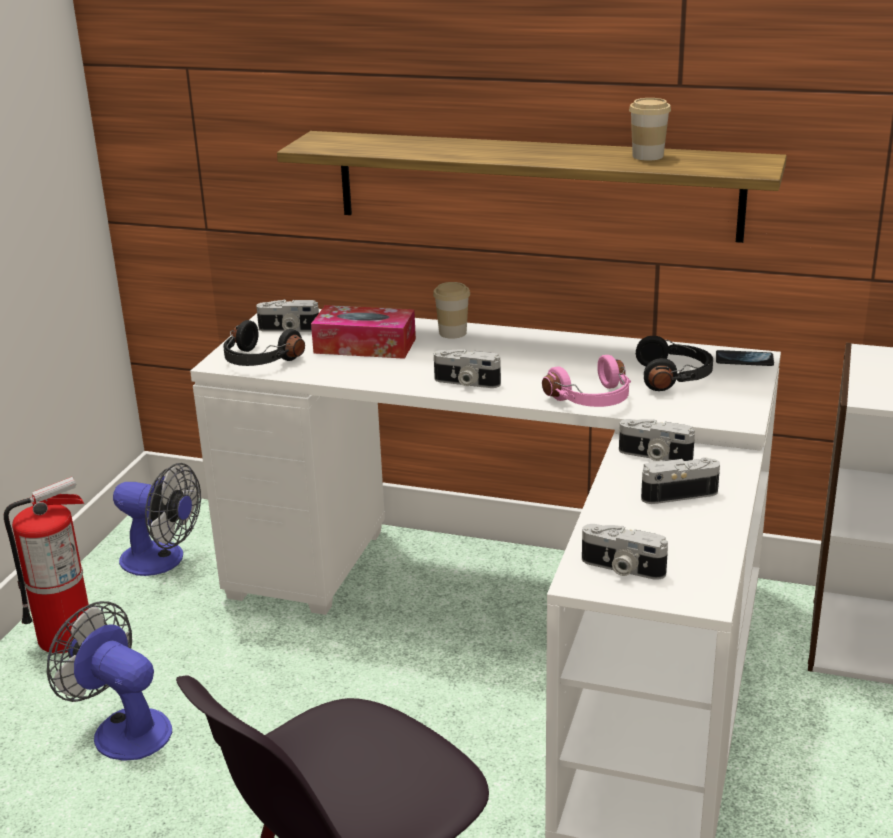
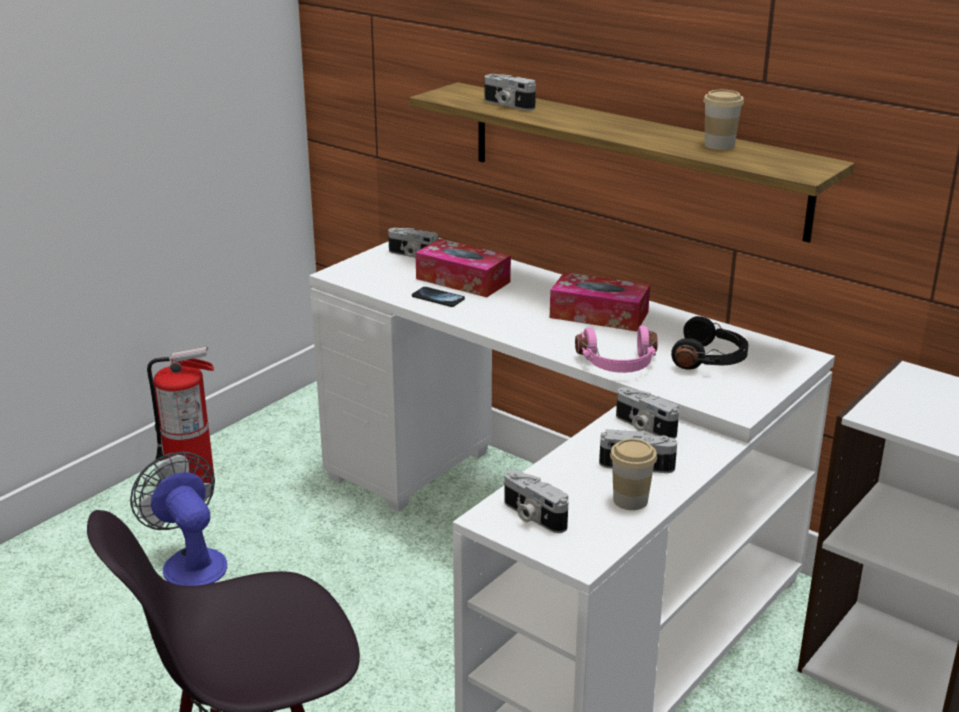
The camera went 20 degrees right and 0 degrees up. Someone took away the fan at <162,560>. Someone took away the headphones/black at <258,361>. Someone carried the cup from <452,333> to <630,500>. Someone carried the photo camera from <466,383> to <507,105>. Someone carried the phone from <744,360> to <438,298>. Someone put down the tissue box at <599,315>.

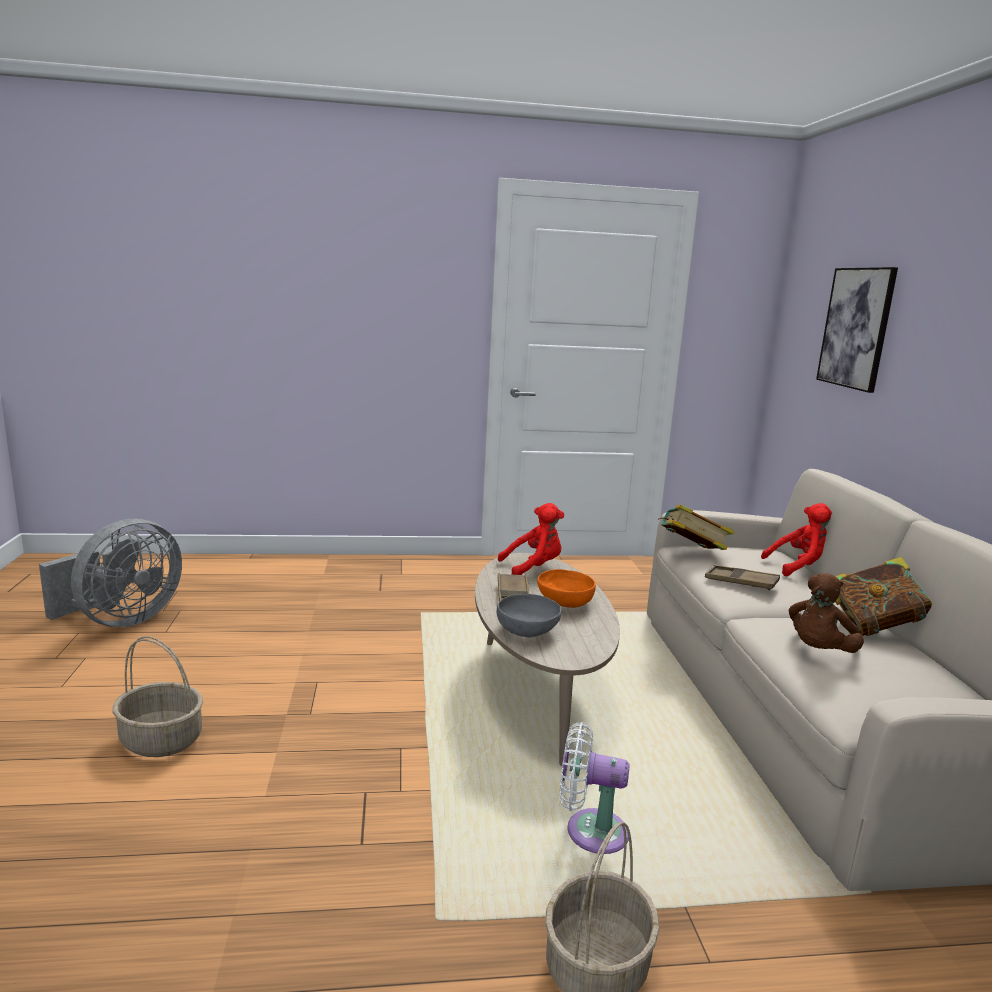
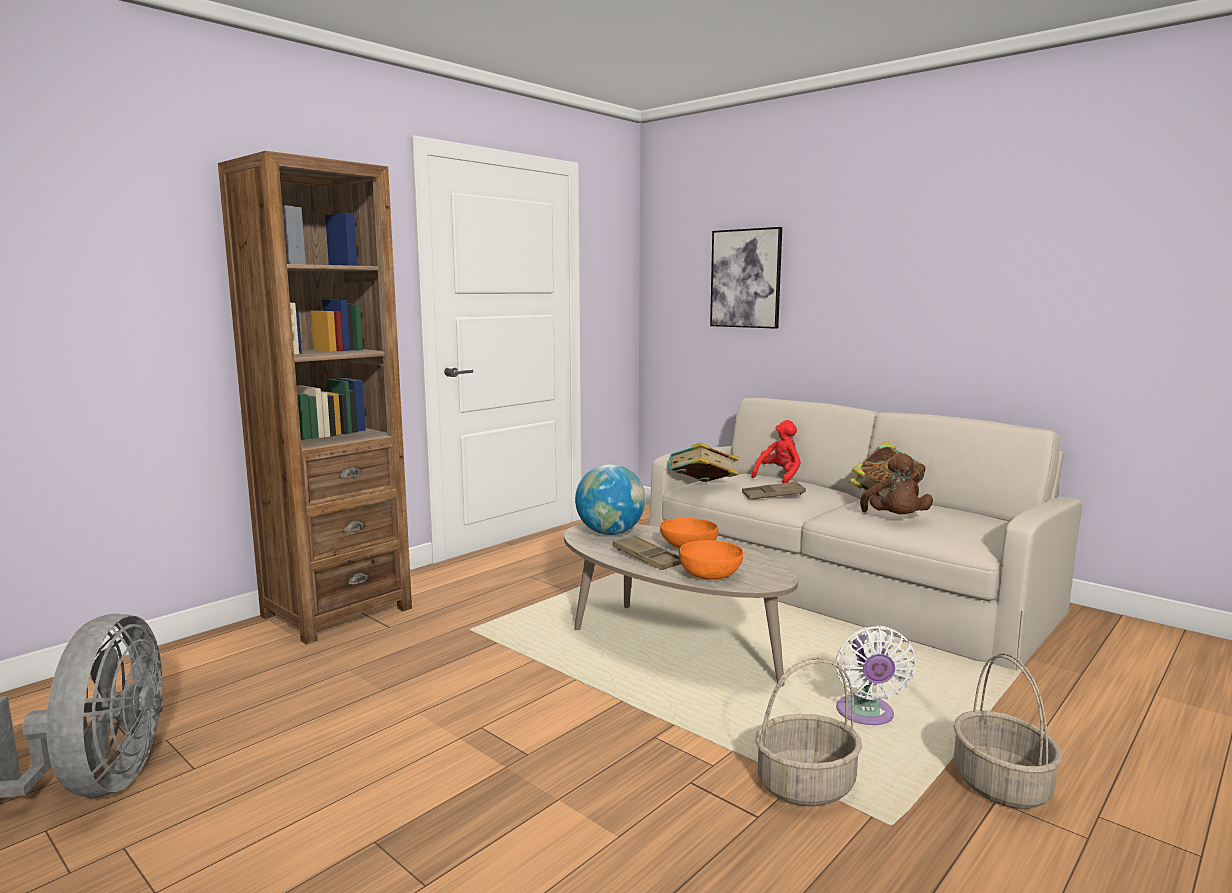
The camera went 40 degrees left and 5 degrees down. Someone carried the basket from <162,740> to <806,785>. Someone repainted the bowl/grey at <528,631>, which became the bowl/orange at <710,575>. Someone swapped the plush toy/red at <534,568> for the globe at <610,533>. Someone rotated the fan/white at <590,831> by 60 degrees counterclockwise. Someone put down the bookcase/brown at <336,612>.

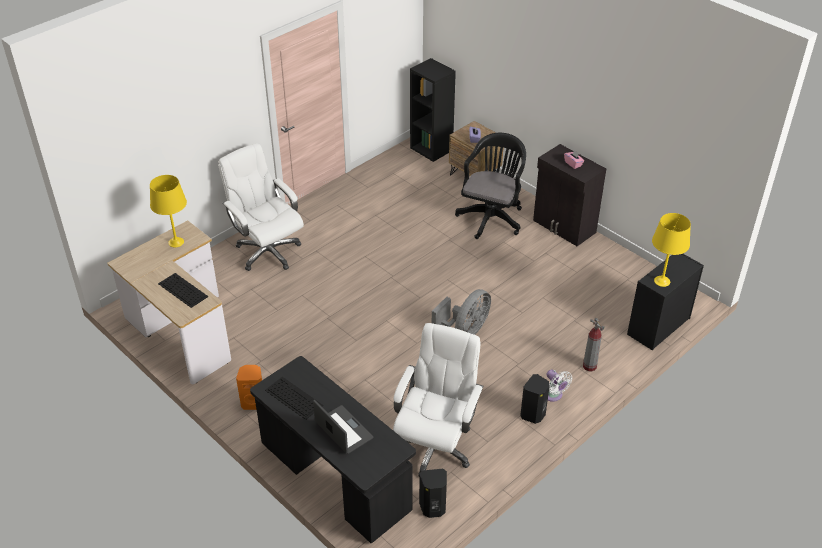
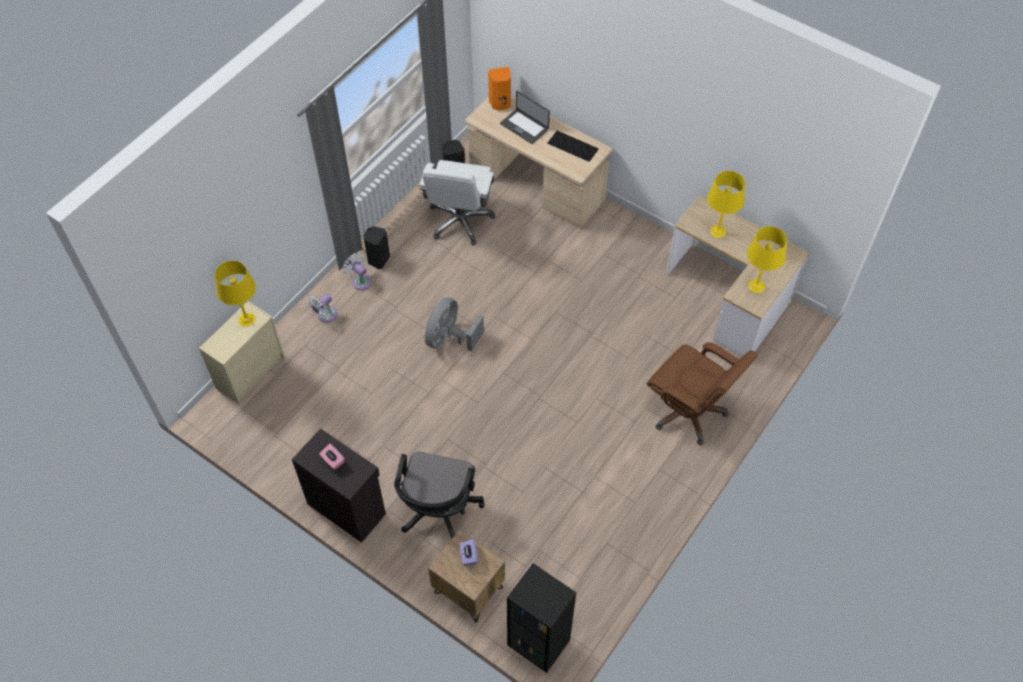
The camera went 170 degrees right and 15 degrees up. Someone swapped the keyboard at <182,290> for the table lamp/yellow at <718,231>. Someone repainted the office chair/white at <267,251>, which became the office chair/brown at <689,412>. Someone carried the speaker/orange from <254,402> to <500,104>. Someone repainted the desk/black at <334,477>, which became the desk/beige at <536,184>. Someone swapped the fire extinguisher at <589,366> for the fan/white at <325,316>. Someone repainted the dresser/black at <658,327>, which became the dresser/beige at <251,372>.

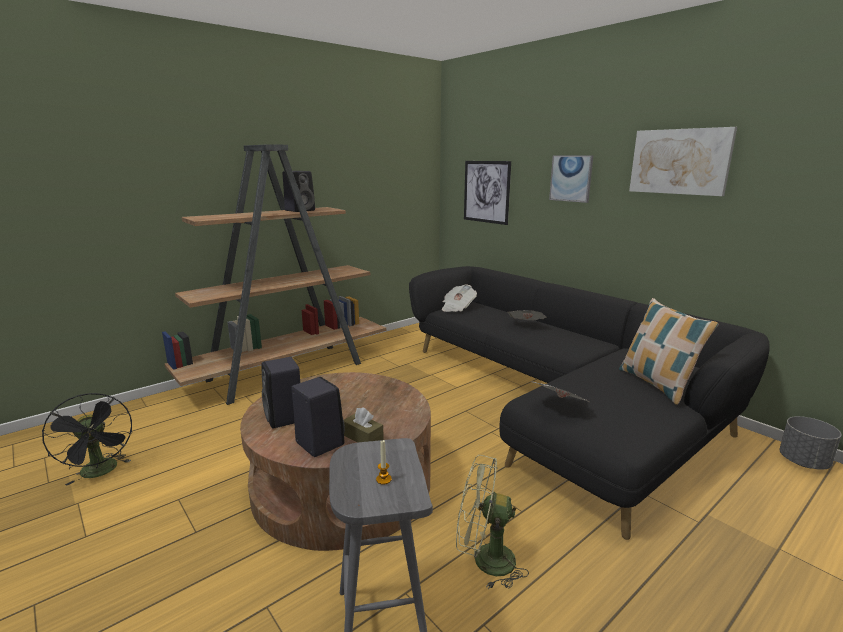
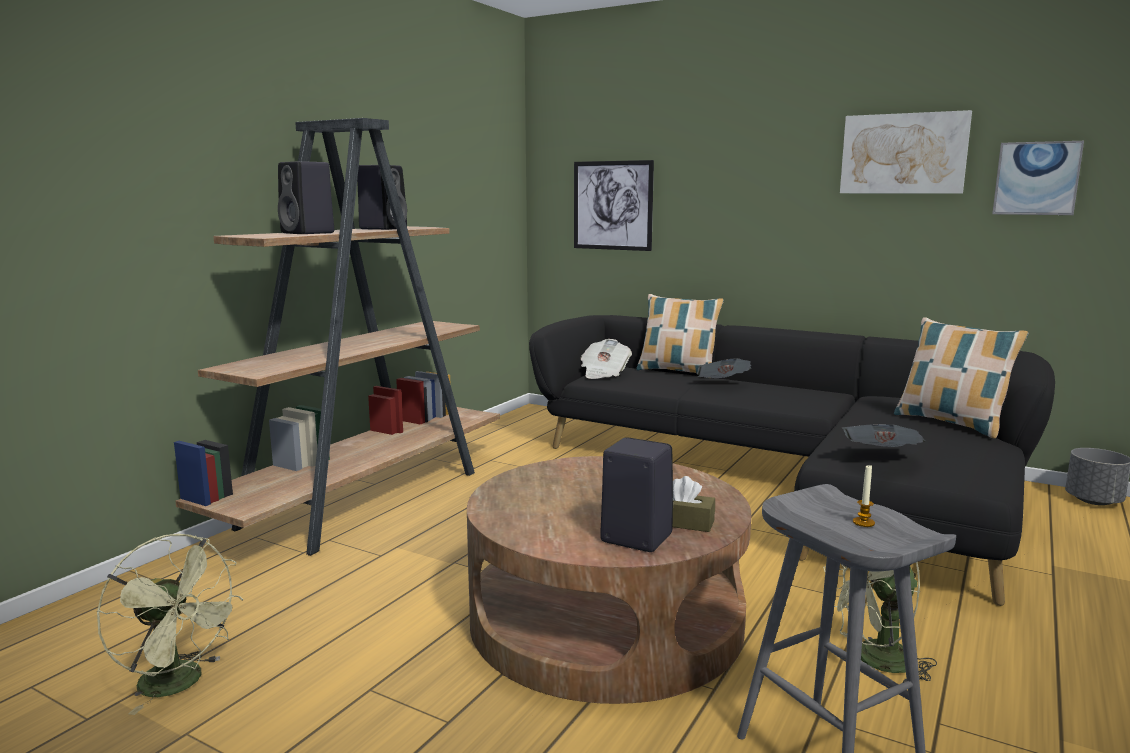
The camera went 20 degrees left and 5 degrees down. Someone repainted the fan/black at <101,472>, which became the fan/green at <181,684>. Someone carried the speaker/black from <285,418> to <309,233>. Someone carried the picture from <571,178> to <1036,178>. Someone put down the pillow at <677,372>.

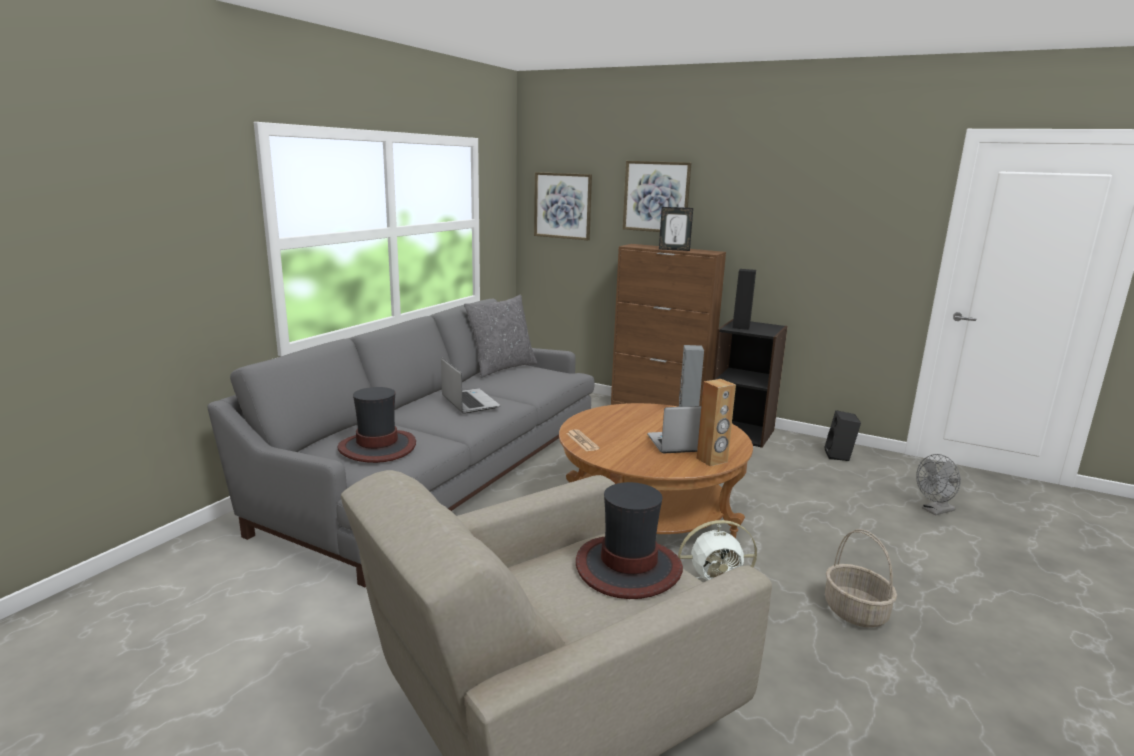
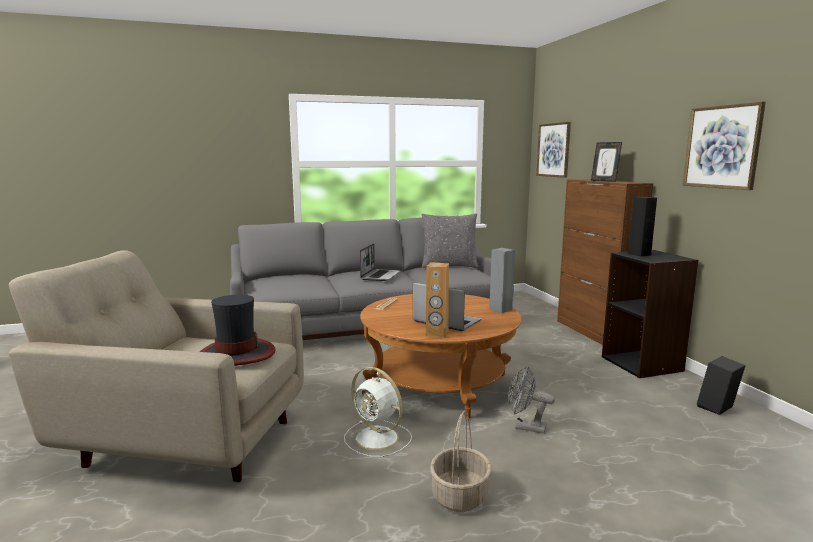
The camera went 45 degrees right and 5 degrees down. Someone took away the hat at <377,447>. Someone carried the picture from <656,197> to <722,147>. Someone carried the fan/grey from <935,511> to <525,427>.

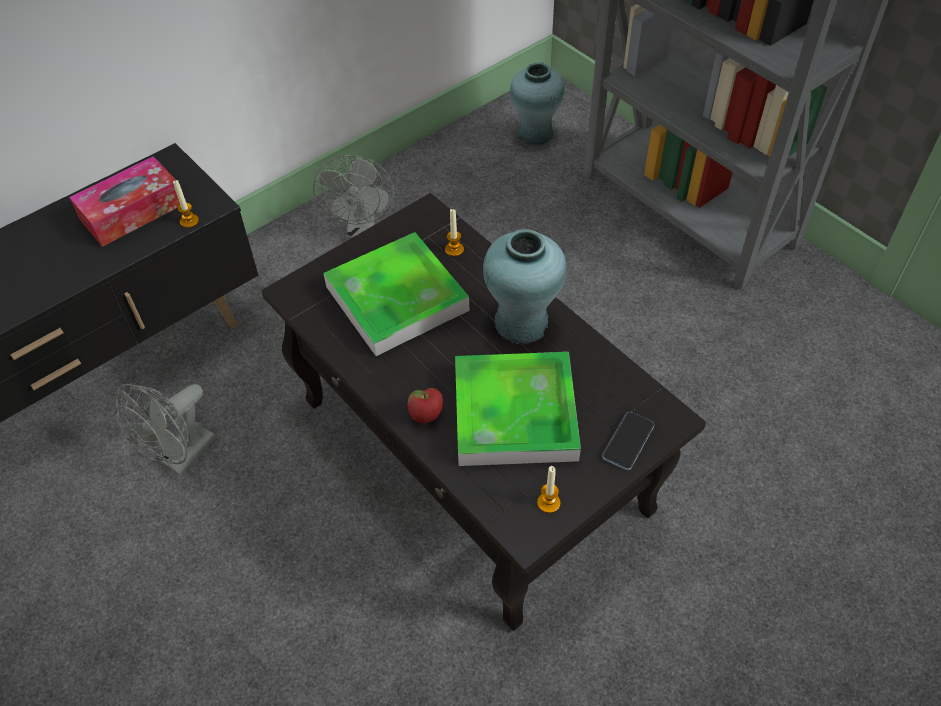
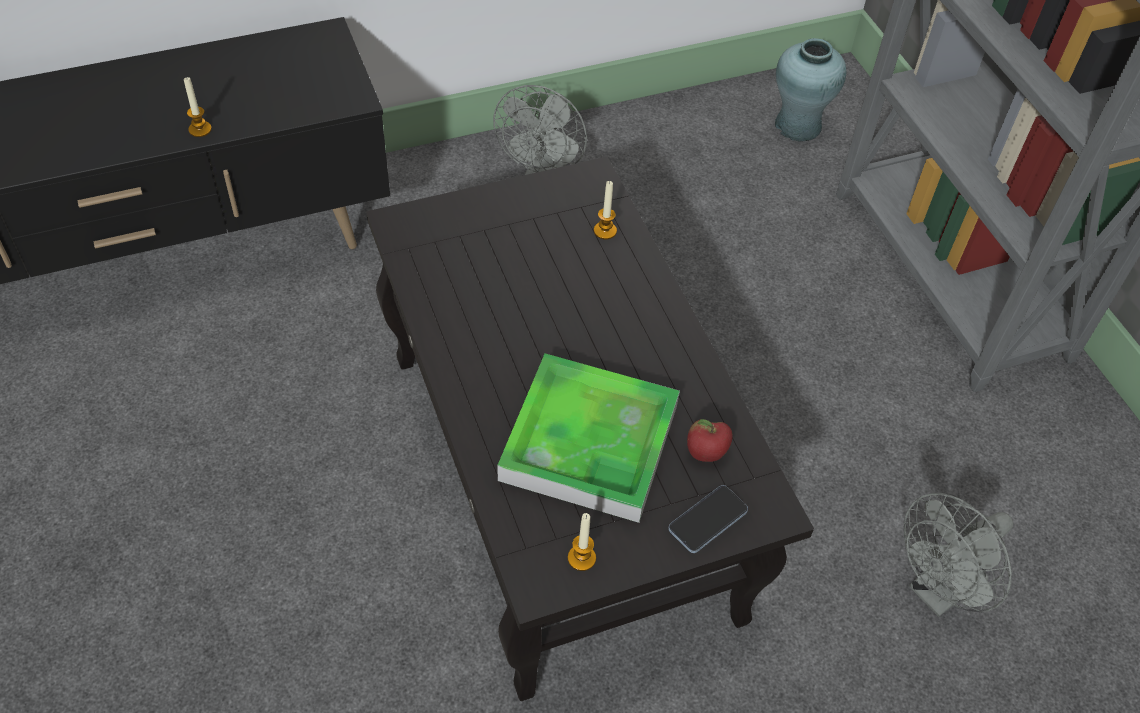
The camera went 15 degrees right and 0 degrees up. Someone took away the tissue box at <132,212>. Someone carried the fan/grey from <181,457> to <939,592>. Someone carried the candle from <189,221> to <200,129>. Someone took away the tray at <397,298>. Someone carried the apple from <426,416> to <705,454>. Someone took away the vase/turquoise at <521,322>.

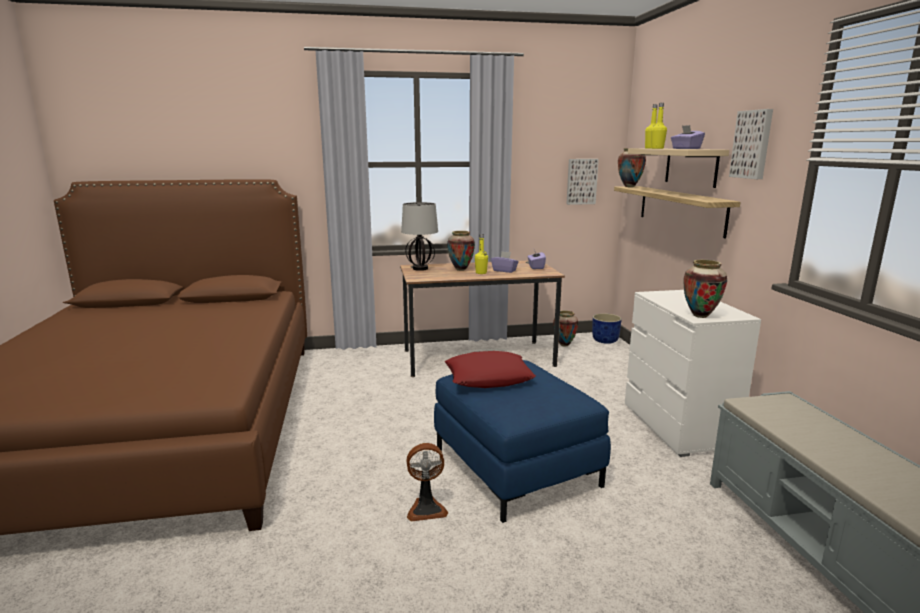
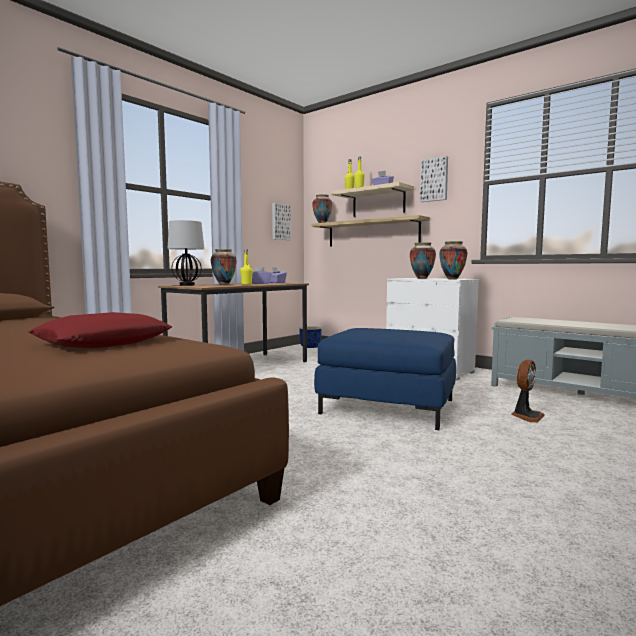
The camera went 40 degrees left and 10 degrees down. Someone carried the fan from <426,509> to <526,416>. Someone carried the pillow/red from <489,377> to <104,342>. Someone carried the vase from <564,345> to <421,278>.

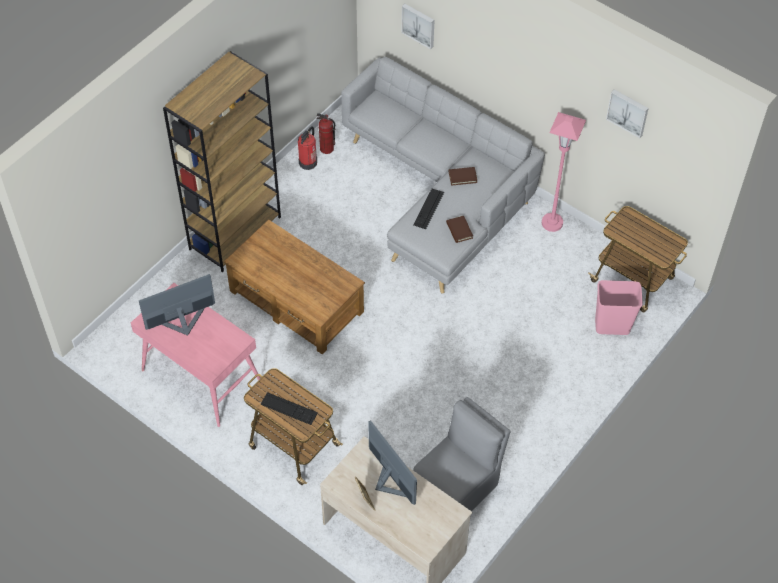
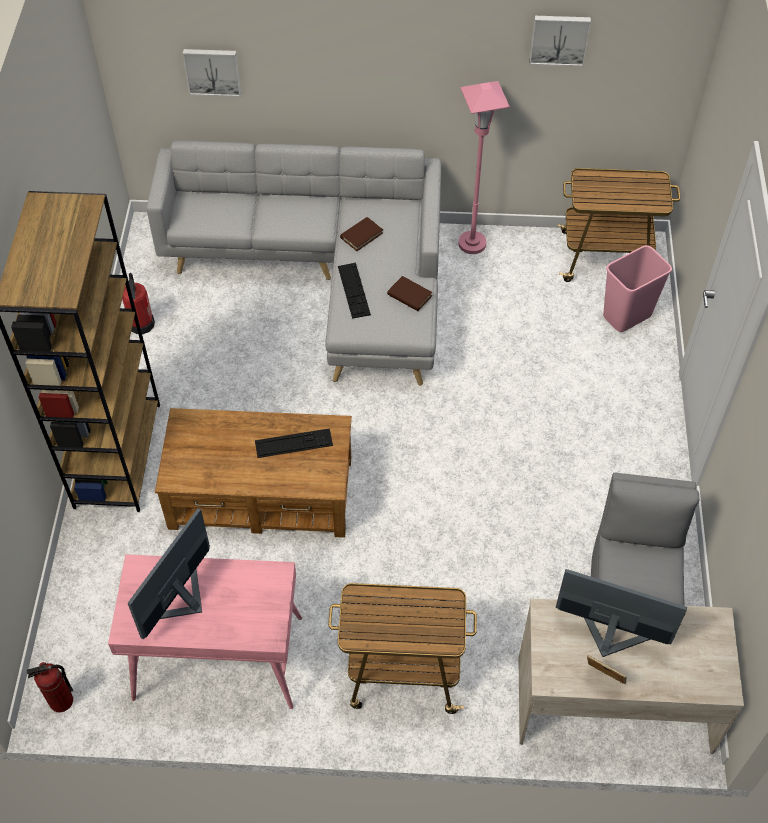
The camera went 35 degrees left and 0 degrees up. Someone carried the keyboard from <289,408> to <293,443>. Someone carried the fire extinguisher from <326,149> to <61,701>.

